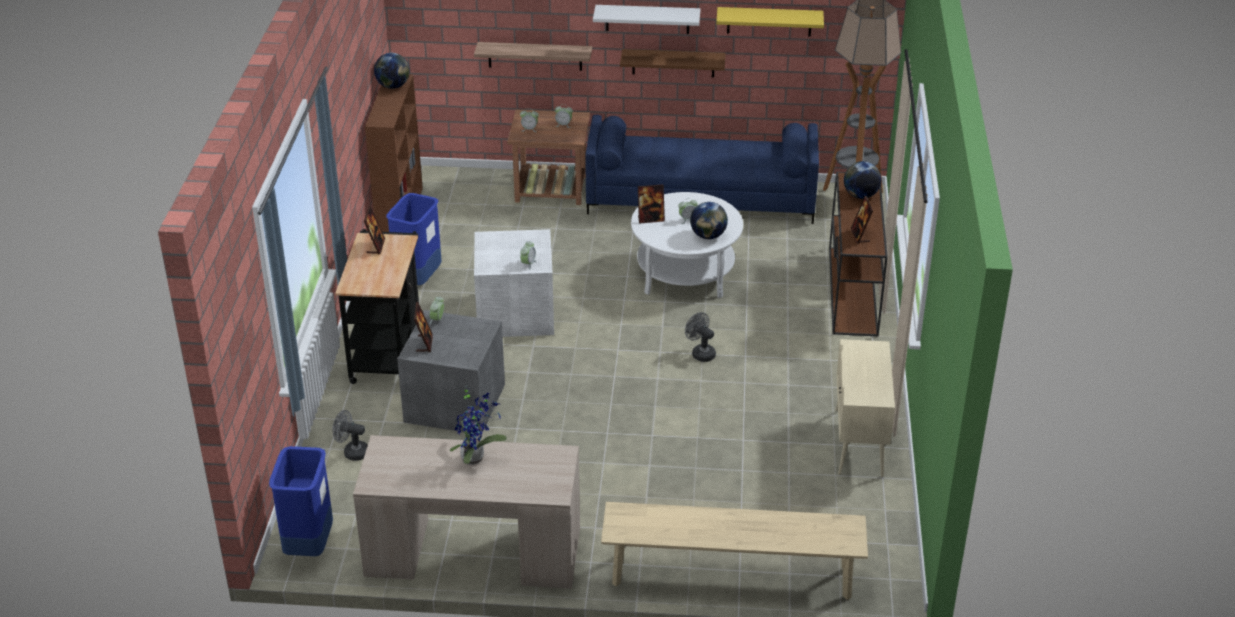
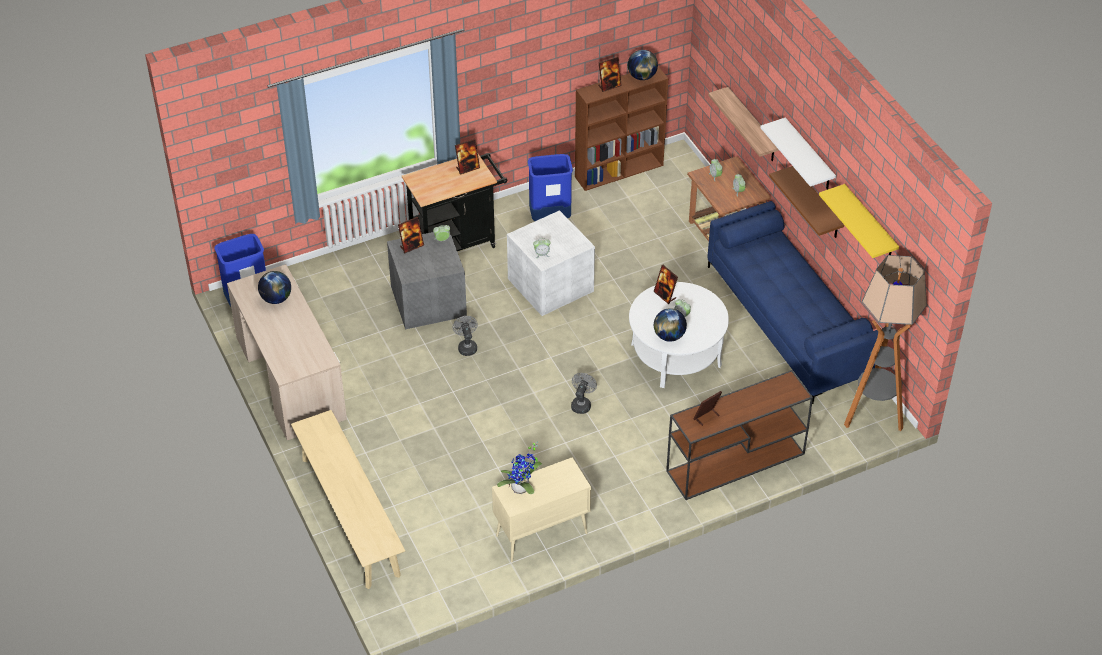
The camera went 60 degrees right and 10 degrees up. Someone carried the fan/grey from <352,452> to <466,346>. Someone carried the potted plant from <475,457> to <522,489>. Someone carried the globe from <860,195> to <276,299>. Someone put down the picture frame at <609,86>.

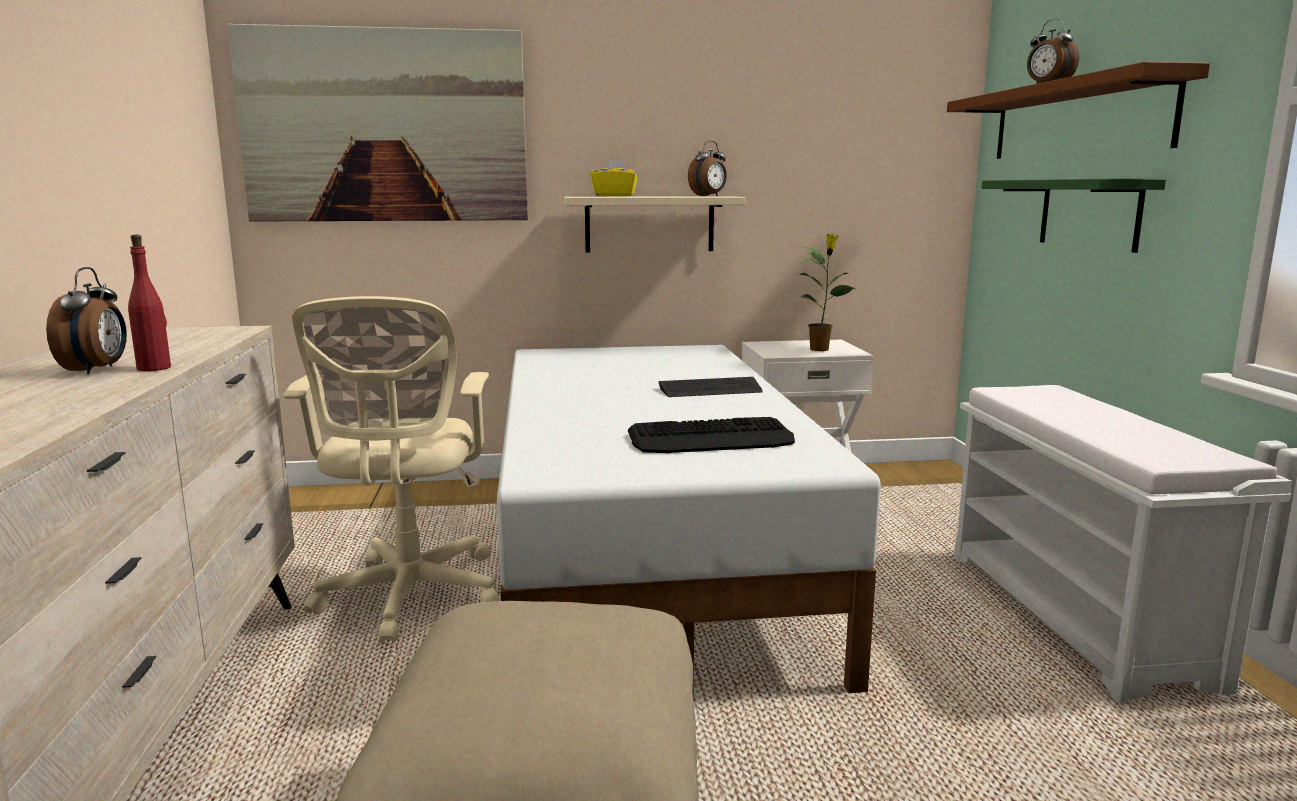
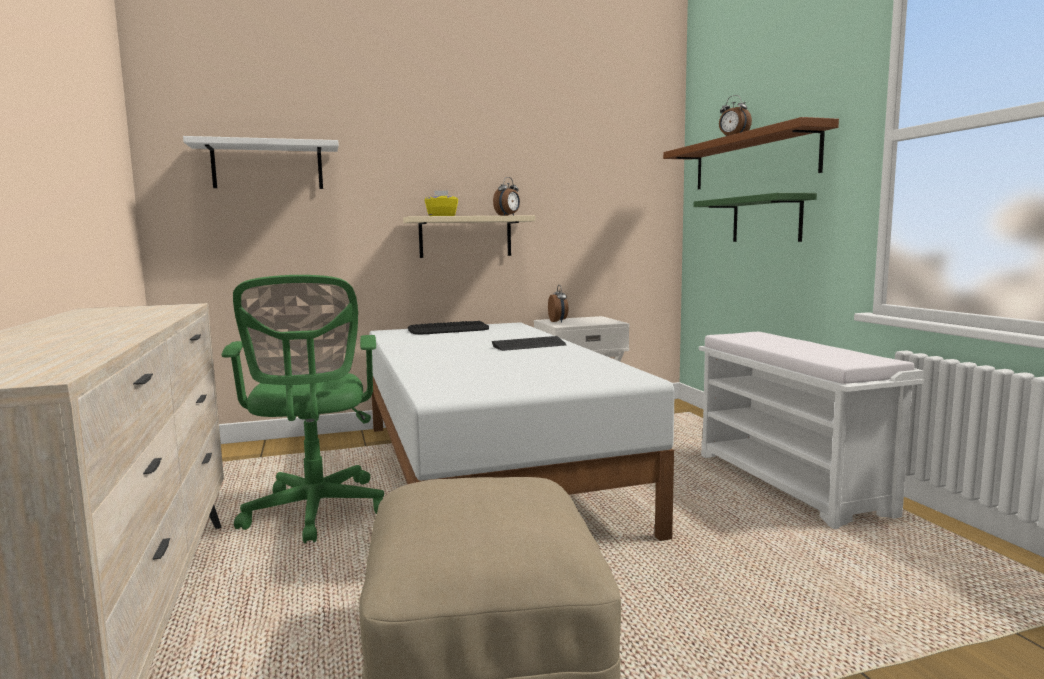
The camera went 10 degrees left and 5 degrees down. Someone carried the alarm clock from <97,370> to <558,321>. Someone took away the bottle/red at <154,368>. Someone swapped the picture at <386,126> for the shelf/white at <267,166>. Someone repainted the office chair/beige at <409,598>, which became the office chair/green at <315,513>. Someone carried the keyboard from <711,439> to <449,330>. Someone took away the potted plant at <820,349>.

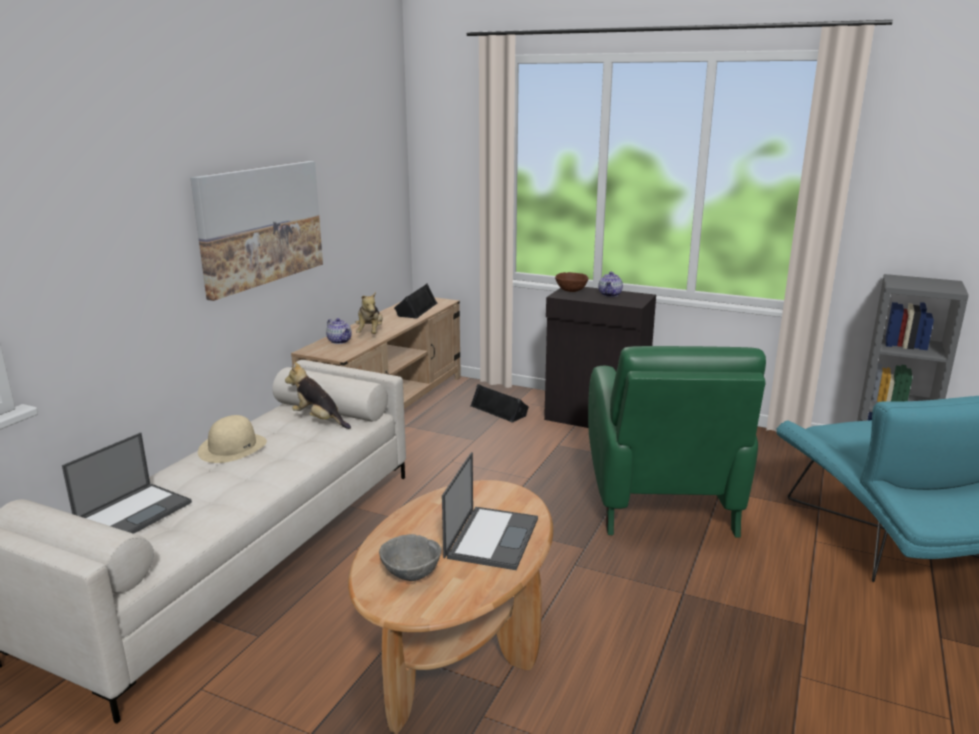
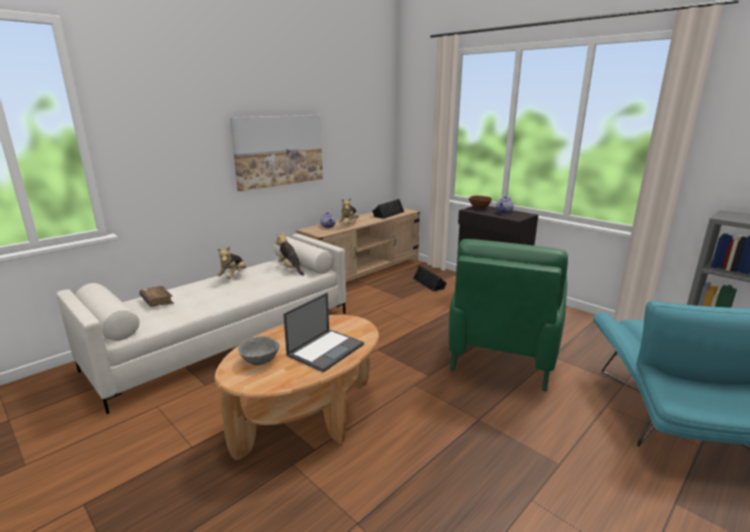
The camera went 20 degrees right and 0 degrees up. Someone swapped the laptop at <135,512> for the book/brown at <157,301>. Someone swapped the hat/beige at <233,447> for the plush toy at <233,276>.

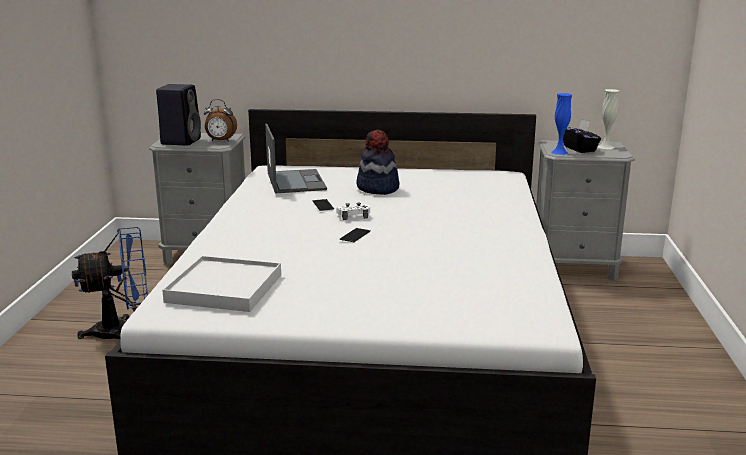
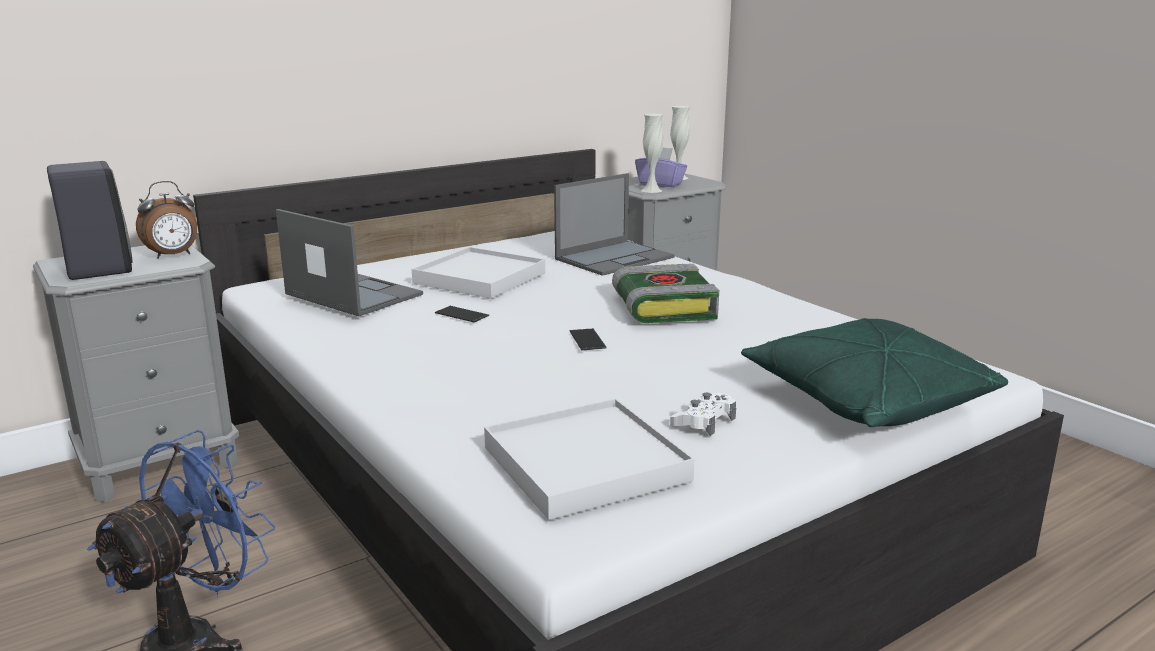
The camera went 40 degrees left and 0 degrees up. Someone carried the game controller/white from <353,216> to <703,421>. Someone swapped the hat at <377,188> for the tray/white at <480,278>. Someone repainted the vase/blue at <559,152>, which became the vase/white at <651,190>. Someone repainted the tissue box/black at <580,149>, which became the tissue box/purple at <660,184>. Someone put down the laptop at <615,258>. Someone put down the book at <661,307>. Someone put down the pillow/green at <865,401>.

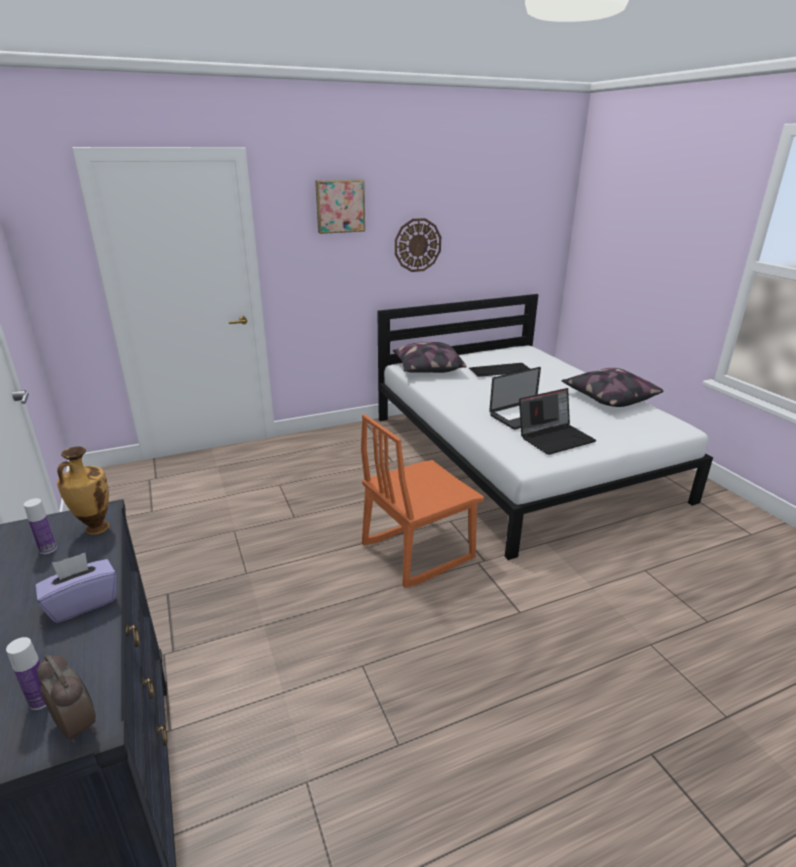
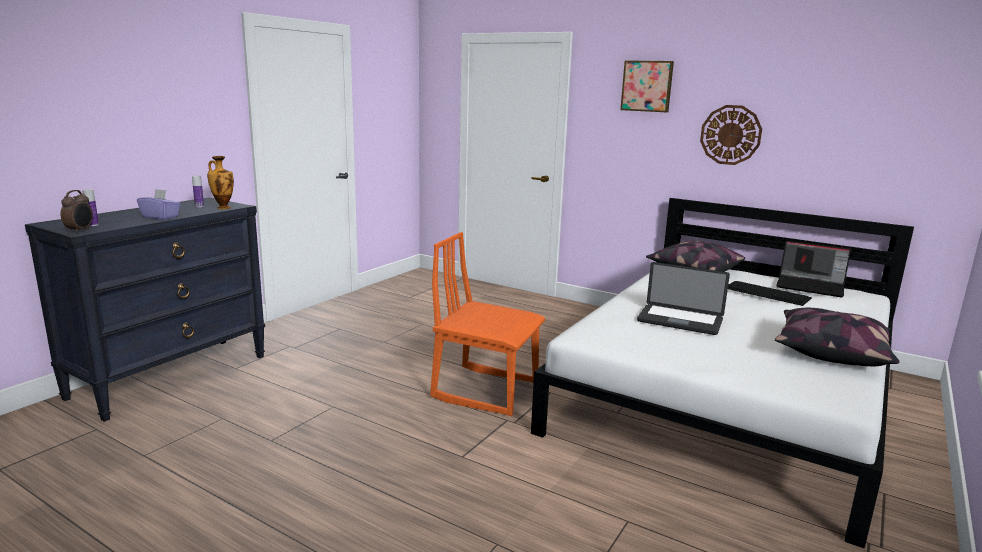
The camera went 55 degrees right and 10 degrees down. Someone carried the laptop from <555,438> to <811,286>.

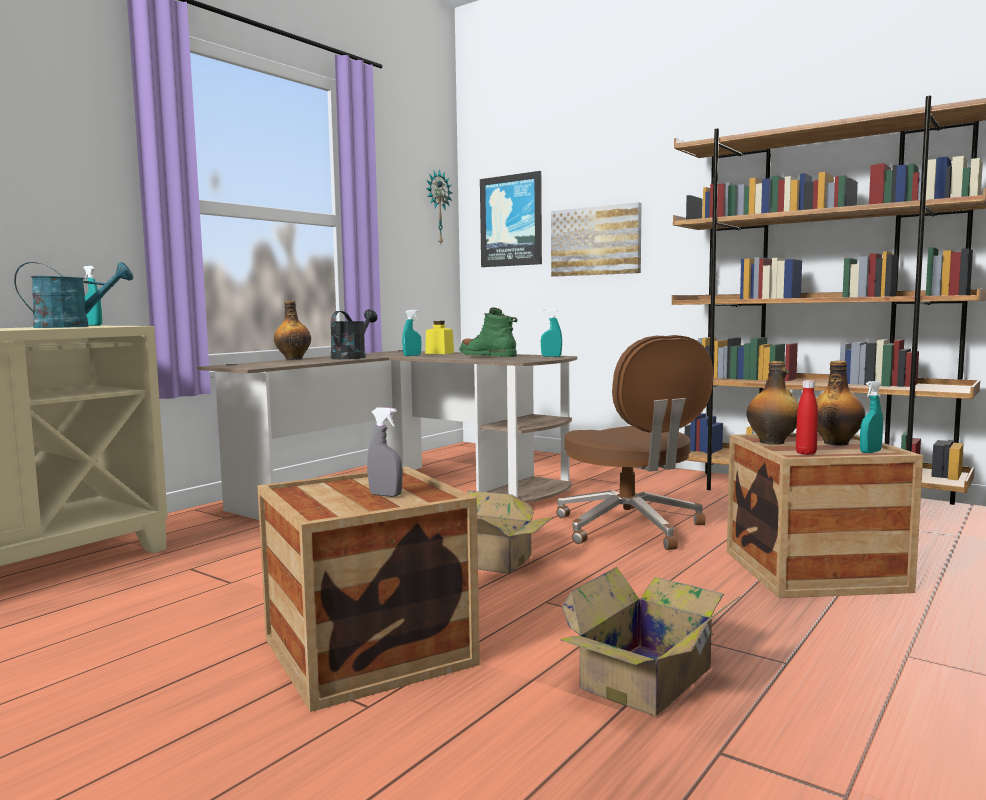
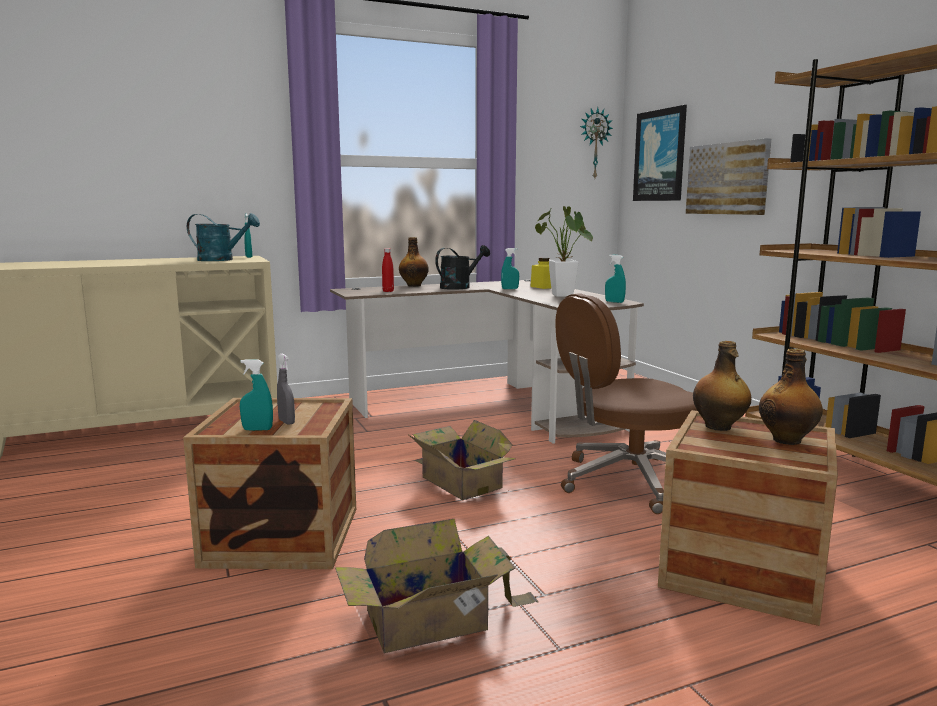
The camera went 30 degrees right and 5 degrees up. Someone swapped the boot/green at <488,356> for the potted plant at <563,296>. Someone rotated the office chair/brown at <630,528> by 60 degrees clockwise. Someone carried the bottle/red from <806,453> to <388,291>. Someone carried the spray bottle/turquoise from <870,452> to <257,429>.

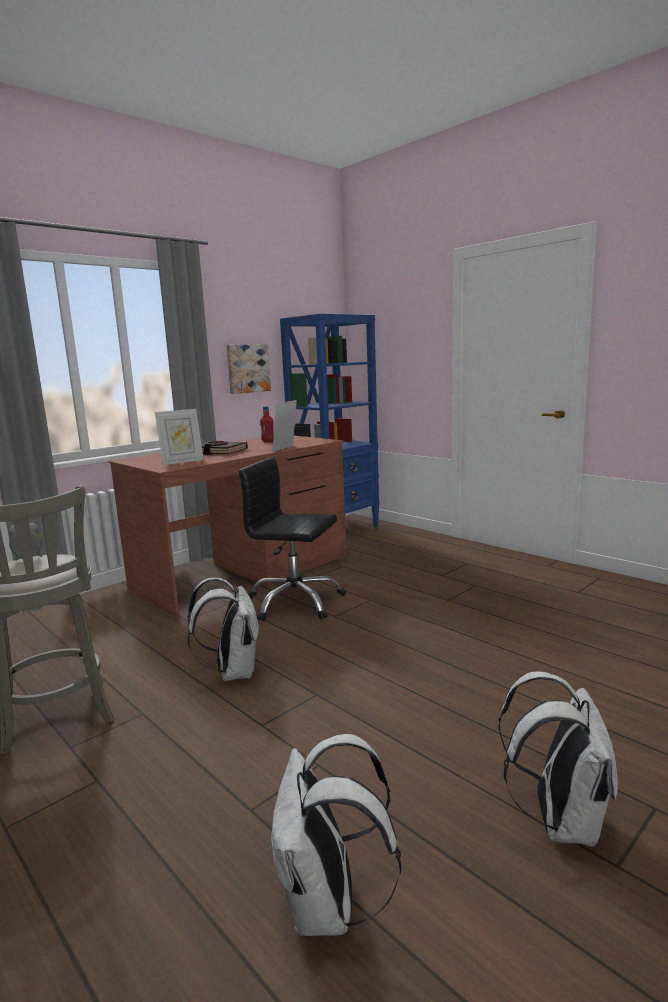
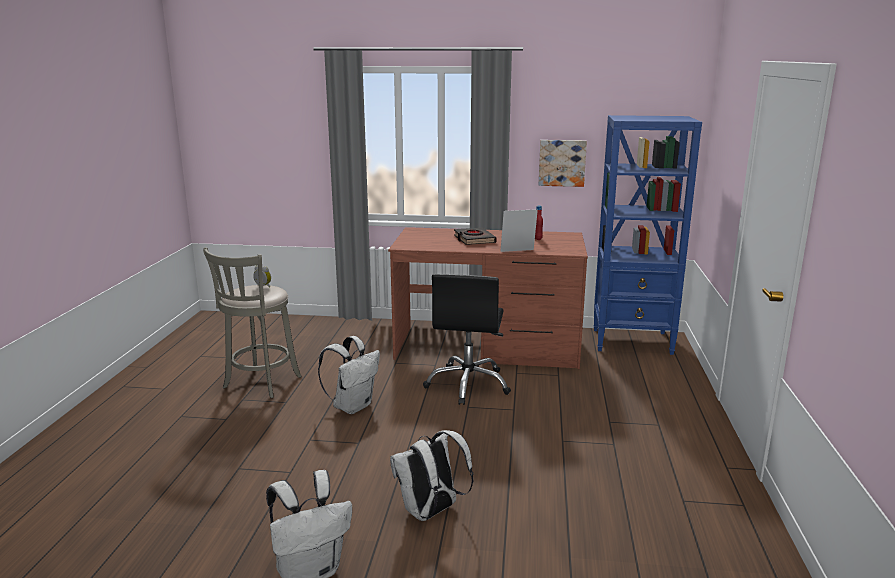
The camera went 50 degrees right and 5 degrees up. Someone took away the picture frame at <182,462>. Someone rotated the office chair/black at <295,602> by 150 degrees counterclockwise. Someone carried the backpack/white from <328,906> to <431,512>.

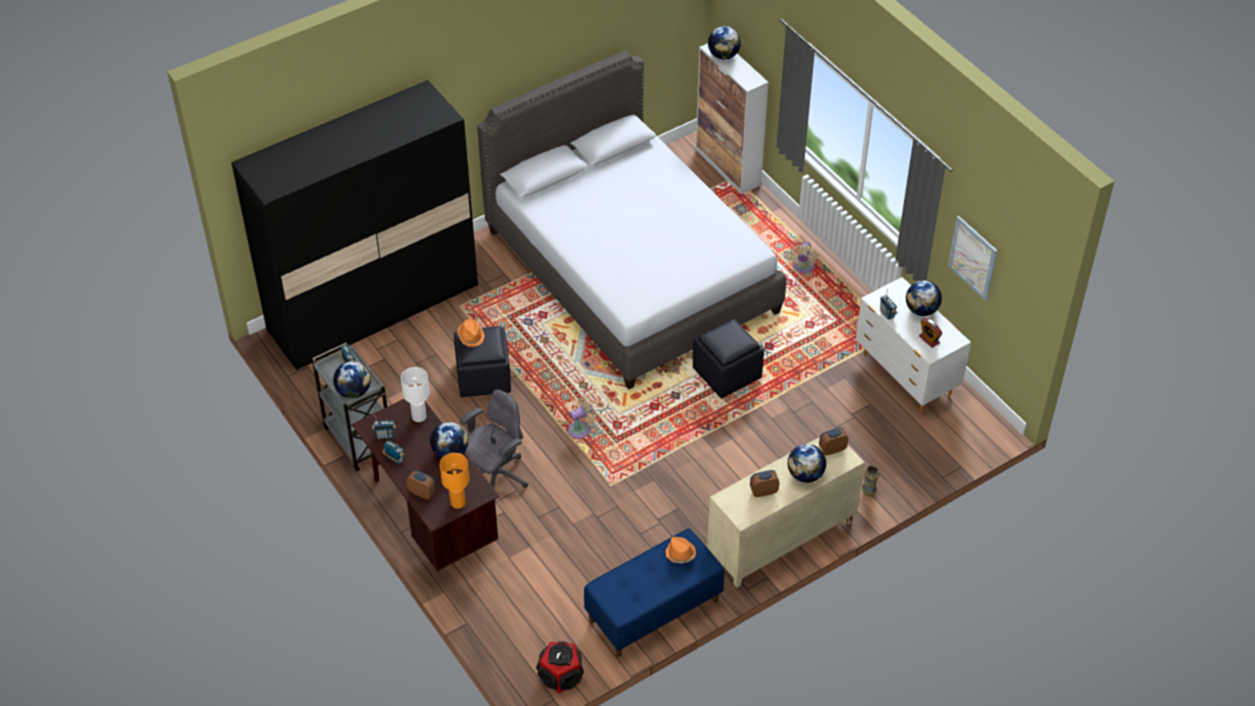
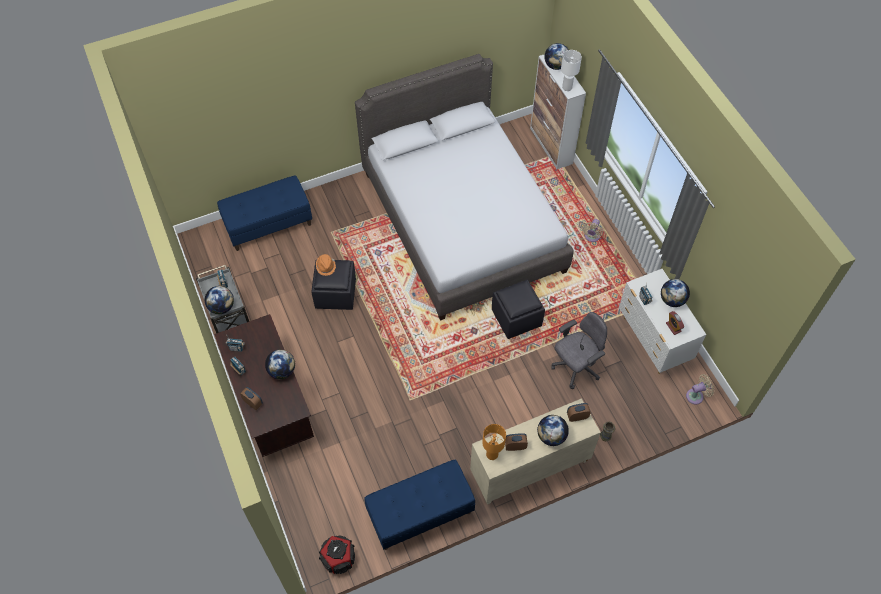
The camera went 10 degrees right and 10 degrees up. Someone swapped the wardrobe/black at <373,307> for the bench/blue at <269,224>. Someone carried the table lamp/white from <419,416> to <567,87>. Someone carried the table lamp/orange from <458,502> to <492,454>. Someone carried the office chair/grey from <495,477> to <575,367>. Someone carried the fan/beige from <581,429> to <696,396>. Someone took away the hat/orange at <680,554>. Someone took away the picture at <973,258>.

